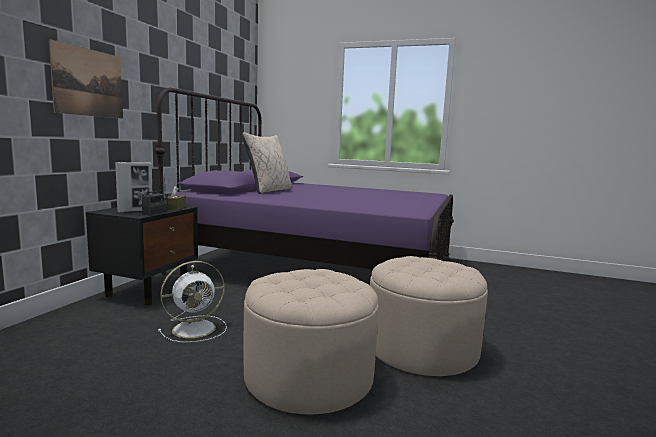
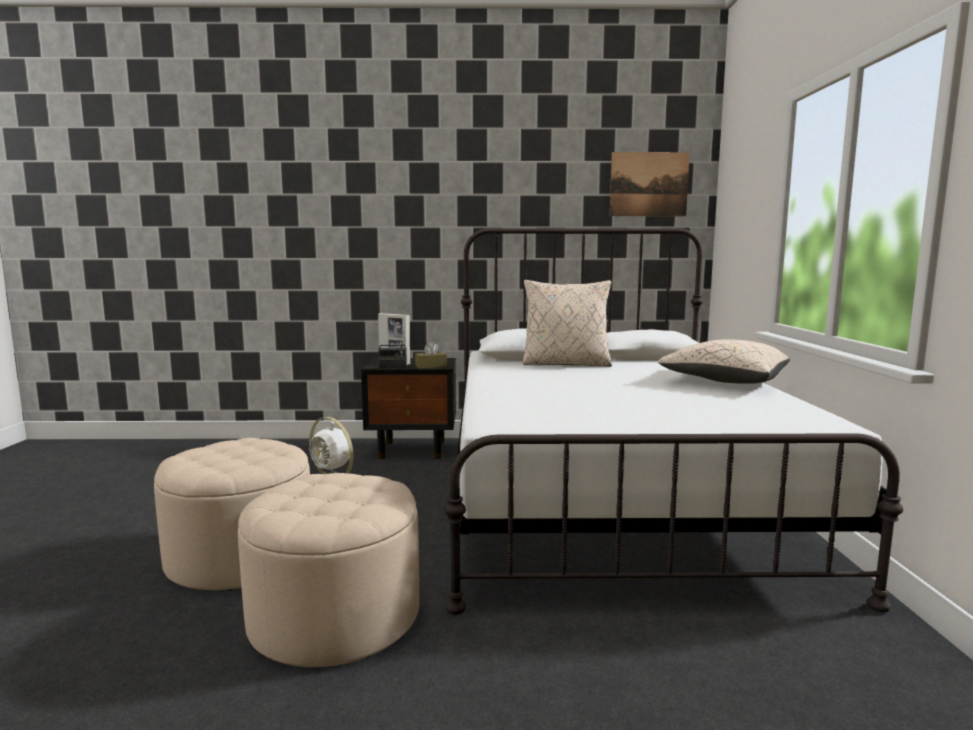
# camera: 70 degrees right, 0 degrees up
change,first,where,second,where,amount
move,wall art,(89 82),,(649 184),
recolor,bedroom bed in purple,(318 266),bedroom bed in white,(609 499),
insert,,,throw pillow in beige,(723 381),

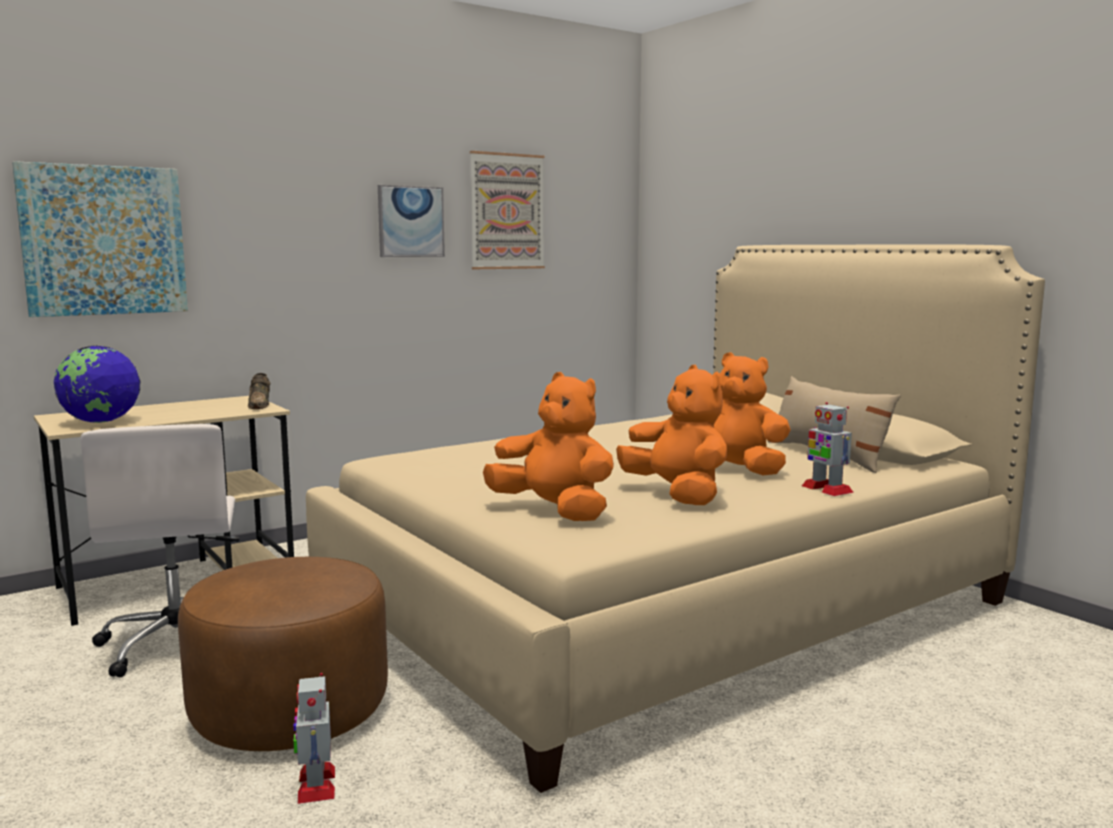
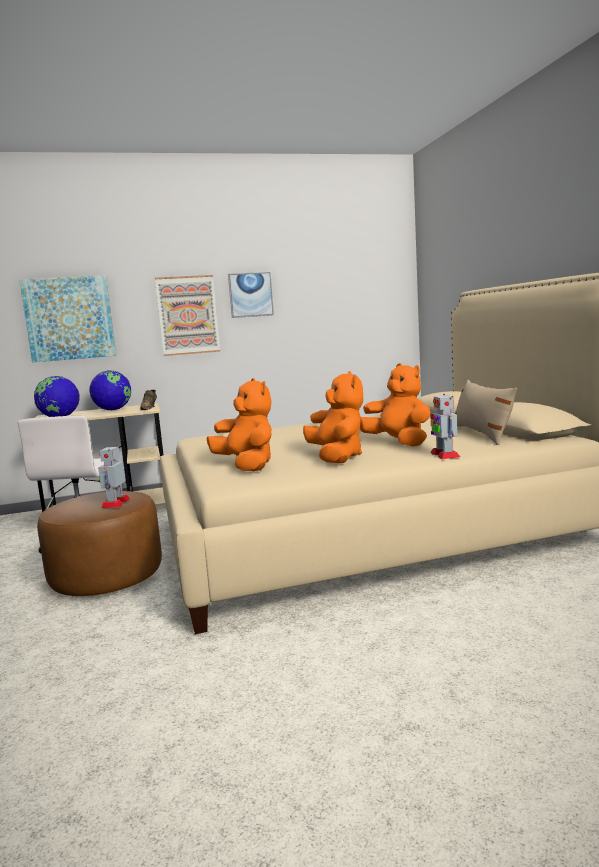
# camera: 20 degrees right, 0 degrees up
change,first,where,second,where,amount
move,model robot,(316 784),,(116 503),
move,wall art,(507 211),,(188 315),
insert,,,world globe,(113 410),

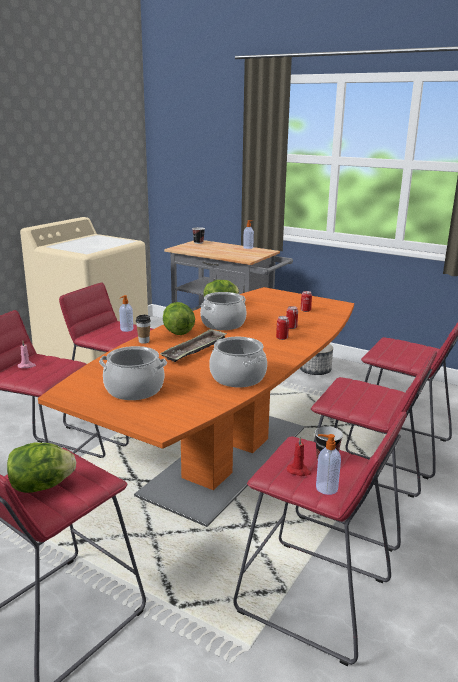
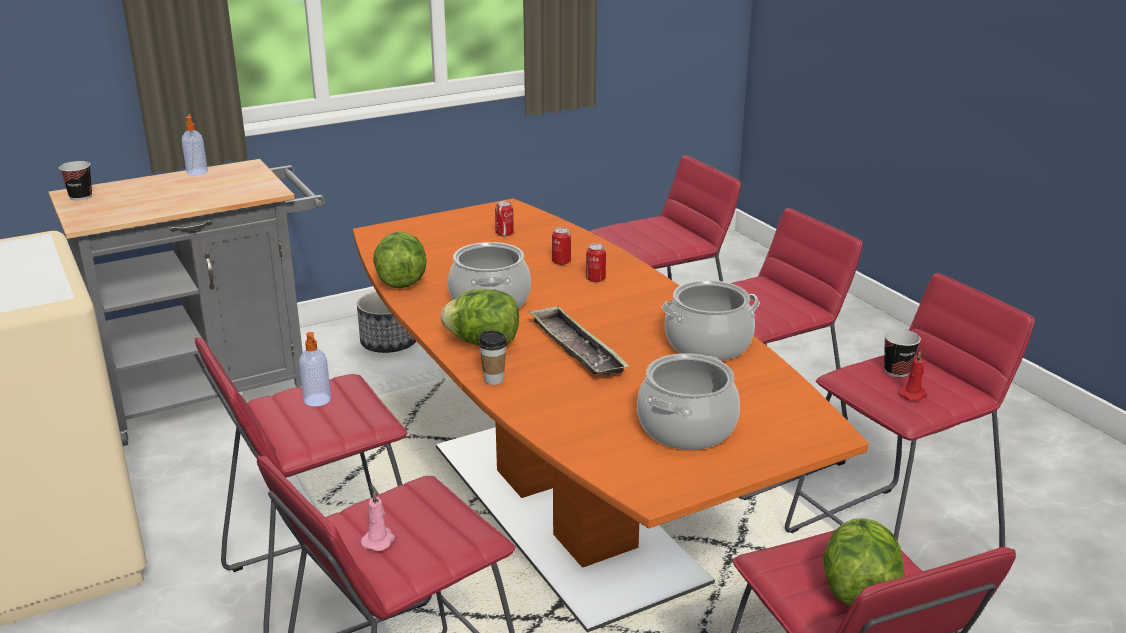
# camera: 60 degrees left, 5 degrees up
change,first,where,second,where,amount
delete,soap dispenser,(325 488),,,

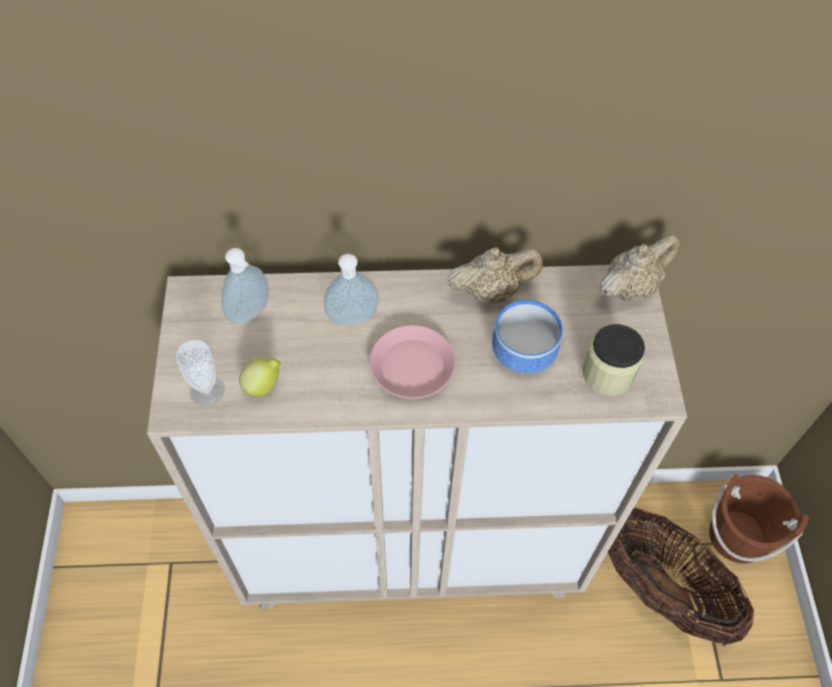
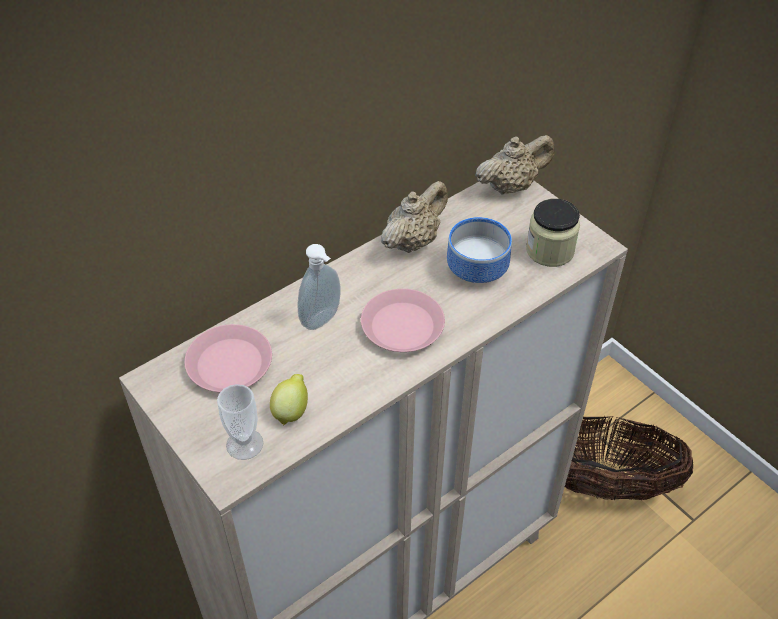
# camera: 35 degrees left, 10 degrees down
change,first,where,second,where,amount
replace,soap dispenser,(251 315),flat dish in pinkish,(229 364),
rotate,tea pot in beige,(631 287),,(511 186),45 degrees clockwise
delete,pail in brown-coloured,(737 535),,,

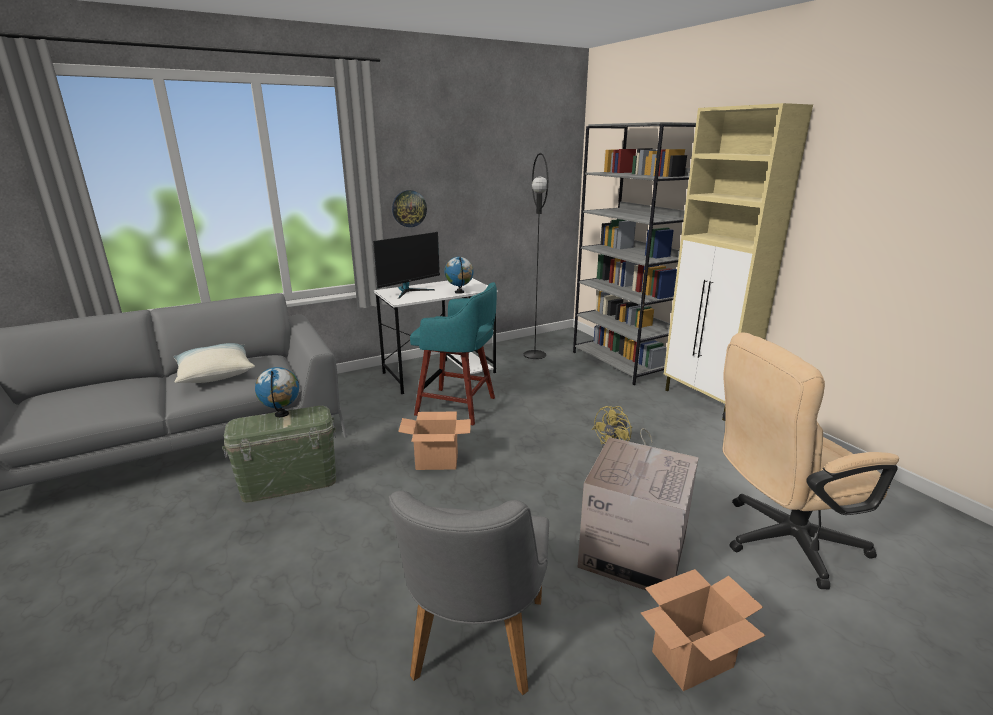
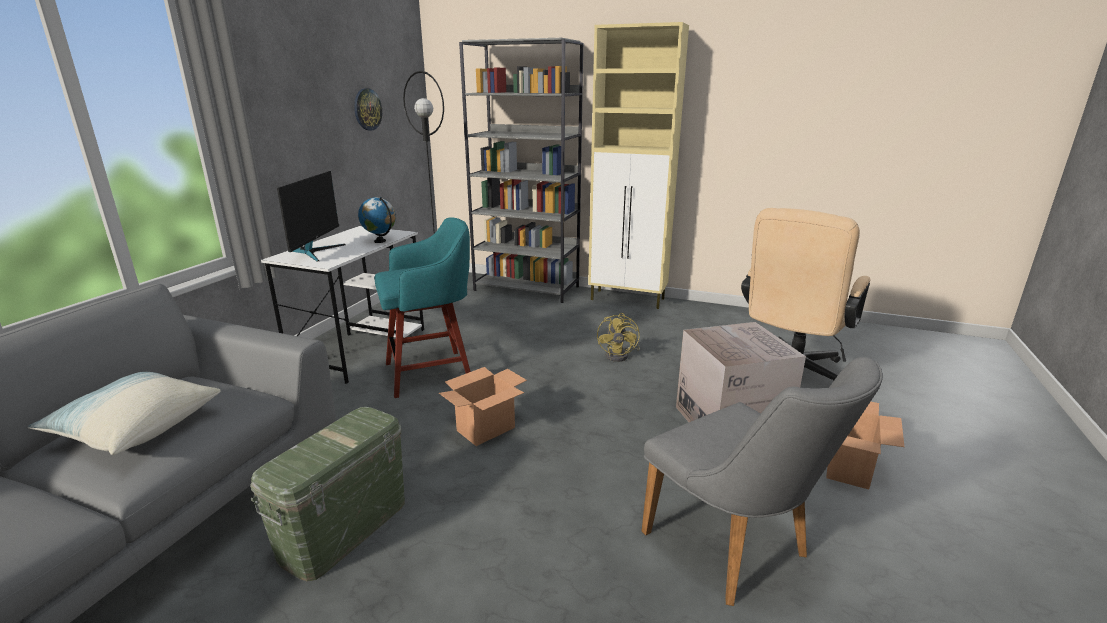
# camera: 40 degrees left, 0 degrees up
change,first,where,second,where,amount
delete,world globe,(282 414),,,
move,wall clock,(409 208),,(367 109),

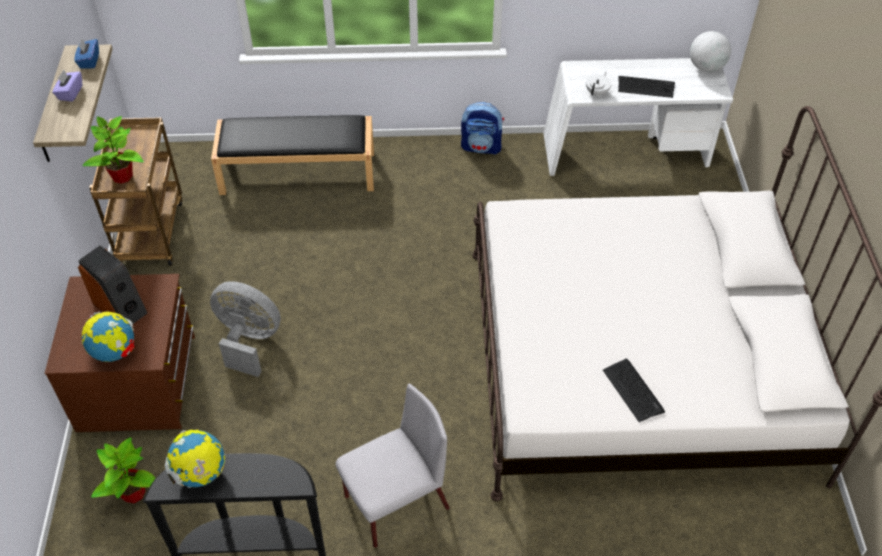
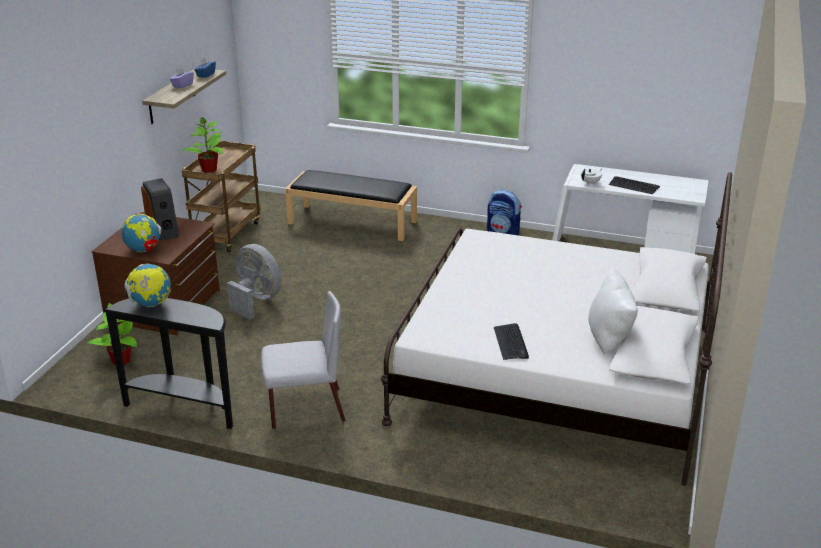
# camera: 20 degrees right, 20 degrees down
change,first,where,second,where,amount
delete,world globe,(706 67),,,
insert,,,throw pillow in white,(610 340),

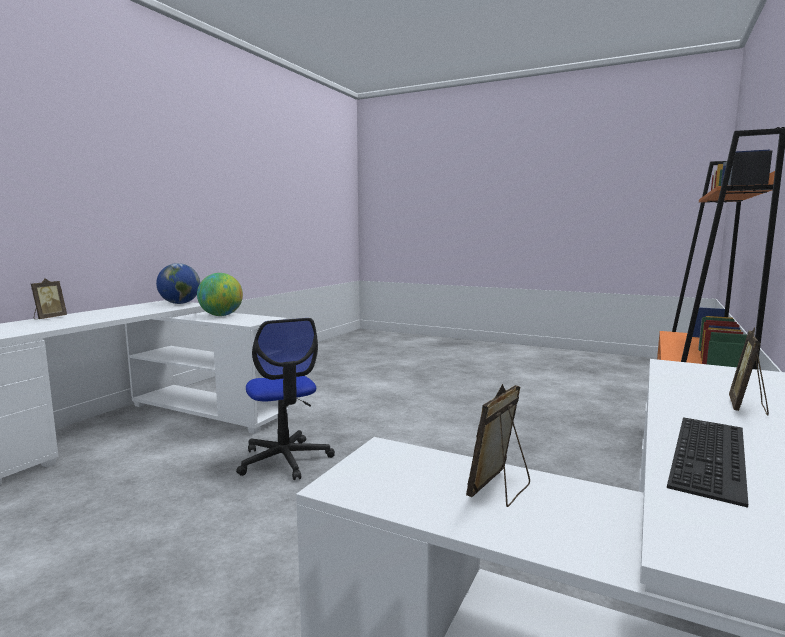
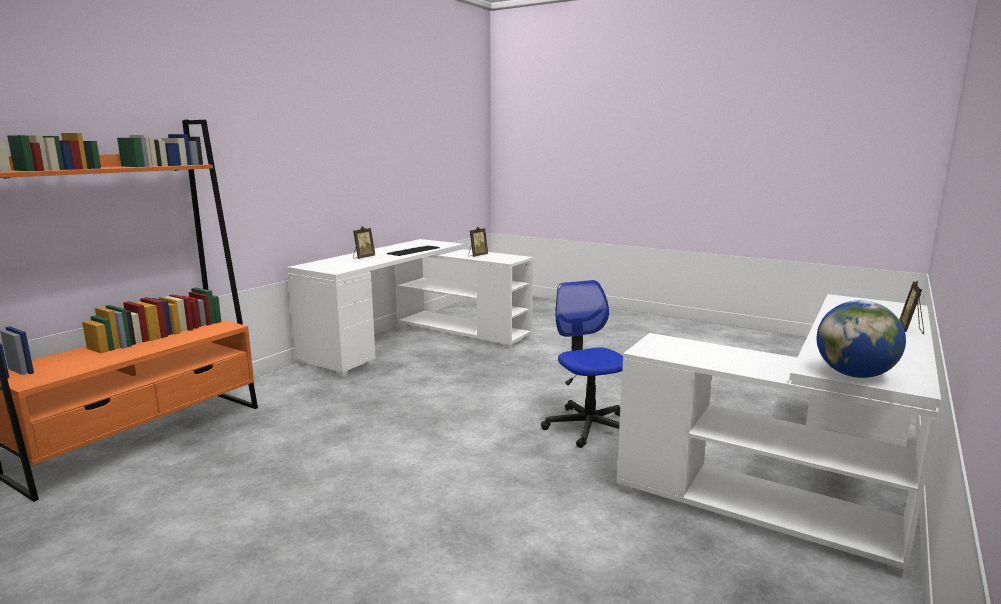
# camera: 175 degrees left, 5 degrees up
change,first,where,second,where,amount
delete,world globe,(221 315),,,

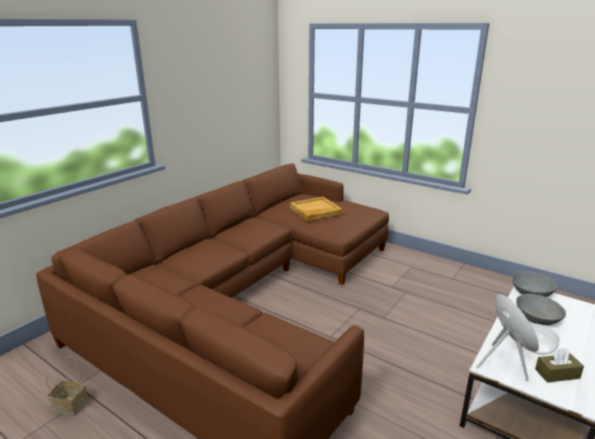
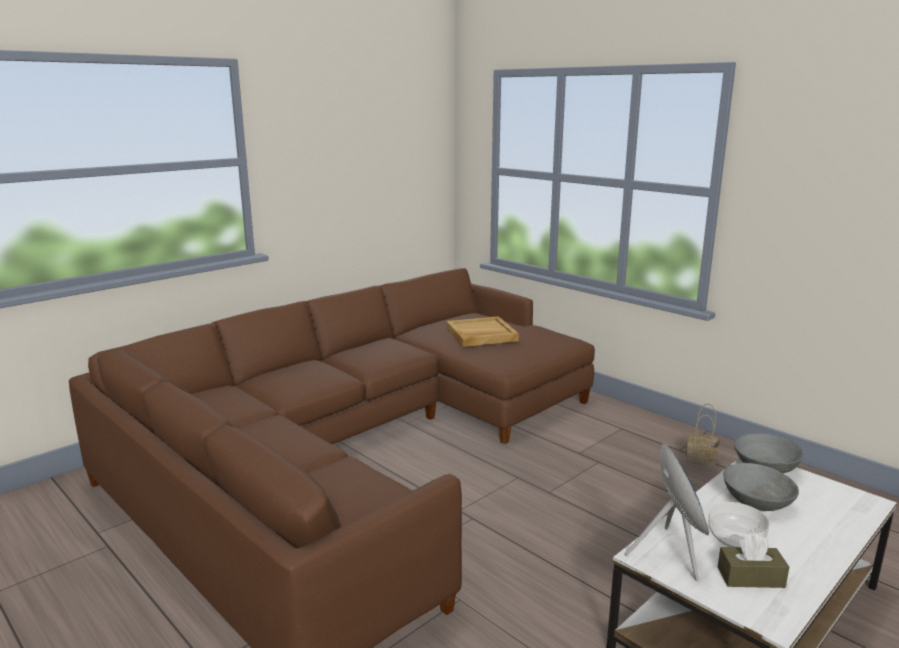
# camera: 10 degrees right, 5 degrees down
change,first,where,second,where,amount
move,basket,(71 405),,(702 459),

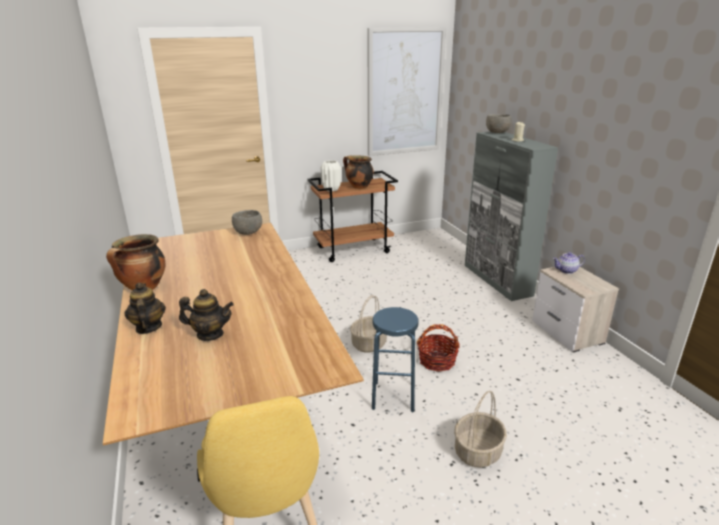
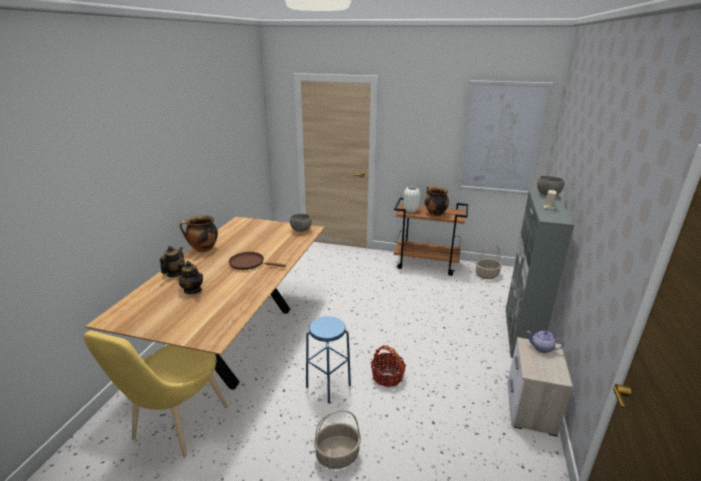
# camera: 35 degrees right, 0 degrees up
change,first,where,second,where,amount
move,basket,(369 344),,(487 275),
insert,,,skillet in brown-coloured,(249 263),

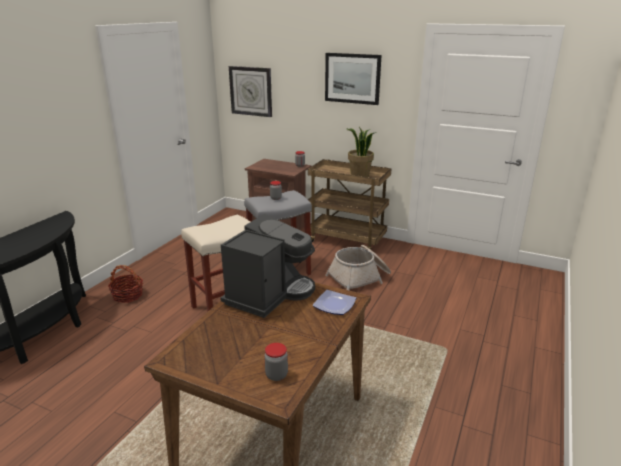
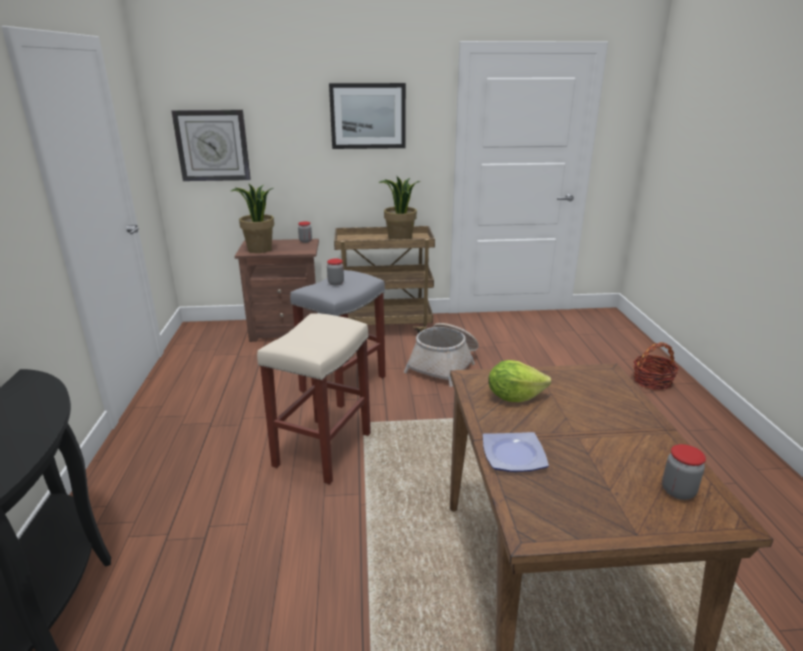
# camera: 30 degrees left, 0 degrees up
change,first,where,second,where,amount
move,basket,(128 296),,(652 381),
replace,coffee brewer,(269 294),lettuce,(514 396),
move,flat dish,(333 305),,(512 456),
insert,,,plant in a pot,(259 250),

